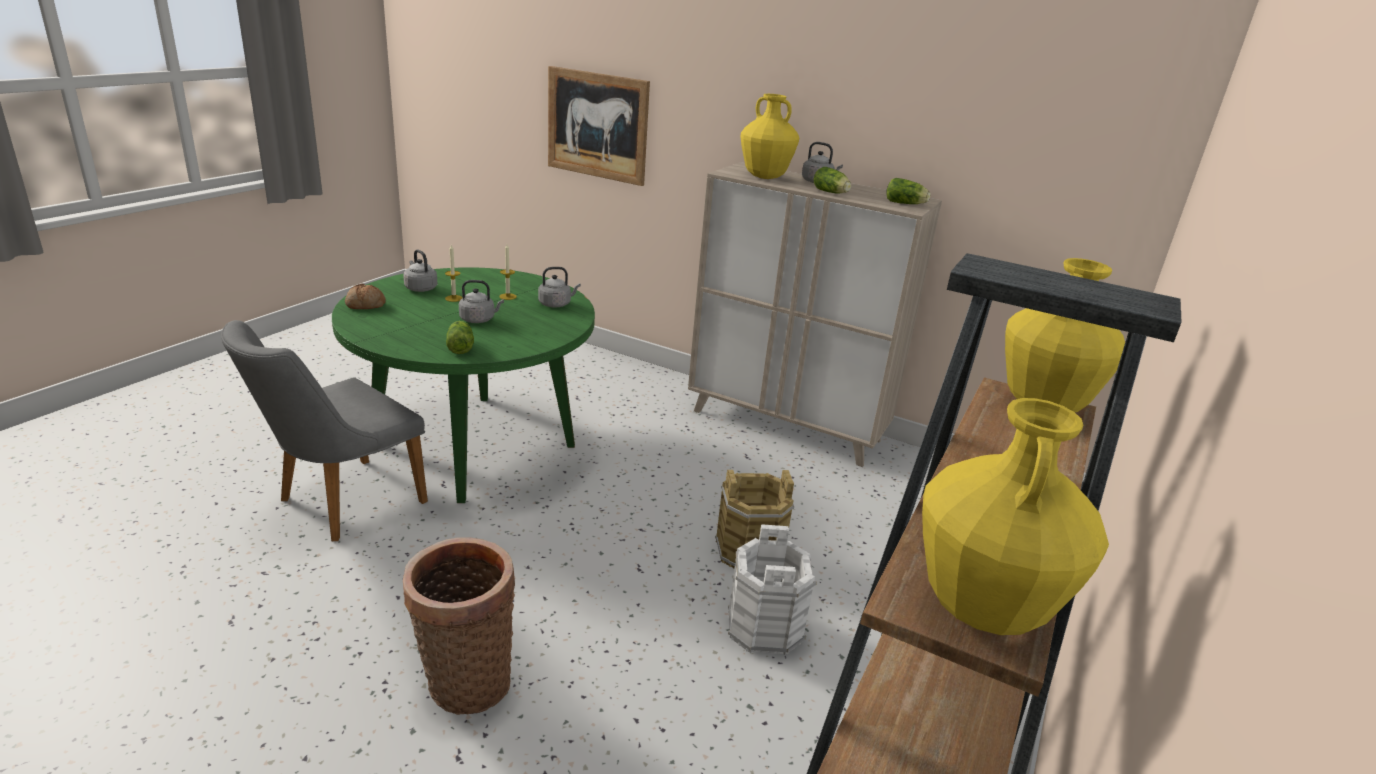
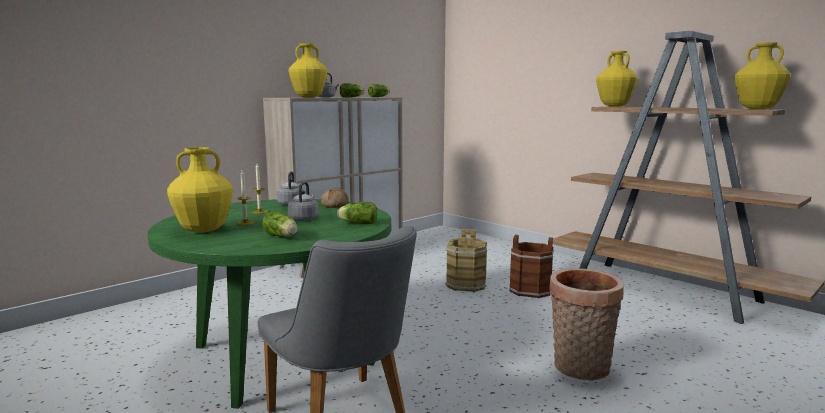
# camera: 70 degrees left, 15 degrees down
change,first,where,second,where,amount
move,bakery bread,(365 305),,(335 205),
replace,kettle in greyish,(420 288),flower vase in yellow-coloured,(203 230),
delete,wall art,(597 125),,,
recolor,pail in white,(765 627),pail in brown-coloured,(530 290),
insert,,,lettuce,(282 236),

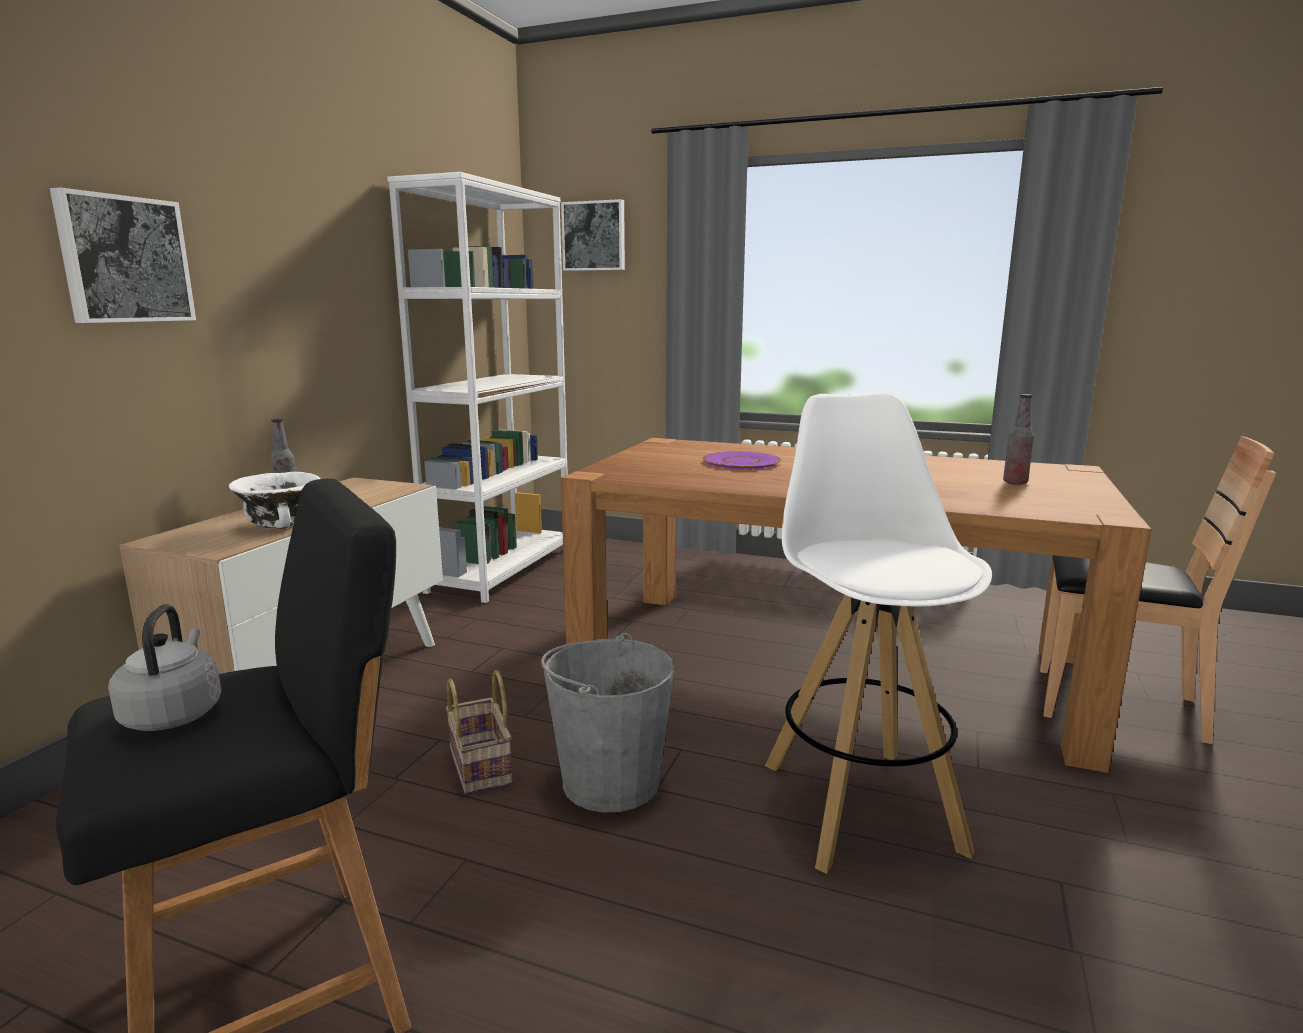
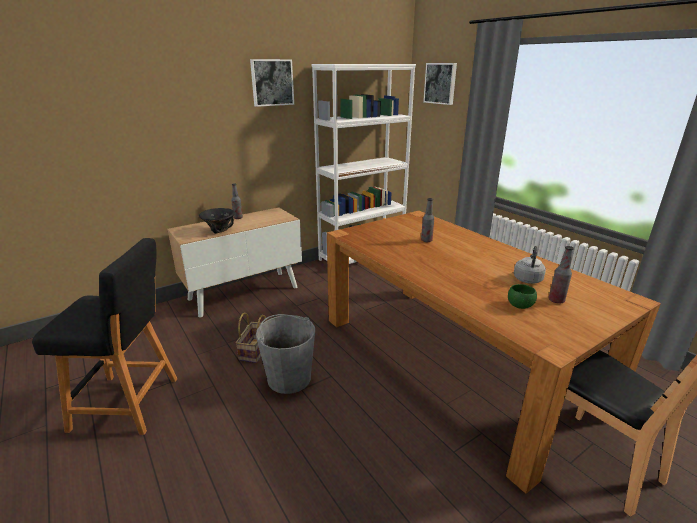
# camera: 35 degrees right, 10 degrees up
change,first,where,second,where,amount
move,wall art,(124 260),,(272 82),
move,kettle in greyish,(174 713),,(527 279),
recolor,serving bowl in white,(280 524),serving bowl in blackish,(219 230),
replace,flat dish in purple,(740 462),bottle,(426 240),
delete,sitting stool in white,(859 803),,,
insert,,,serving bowl in greenish,(520 305),

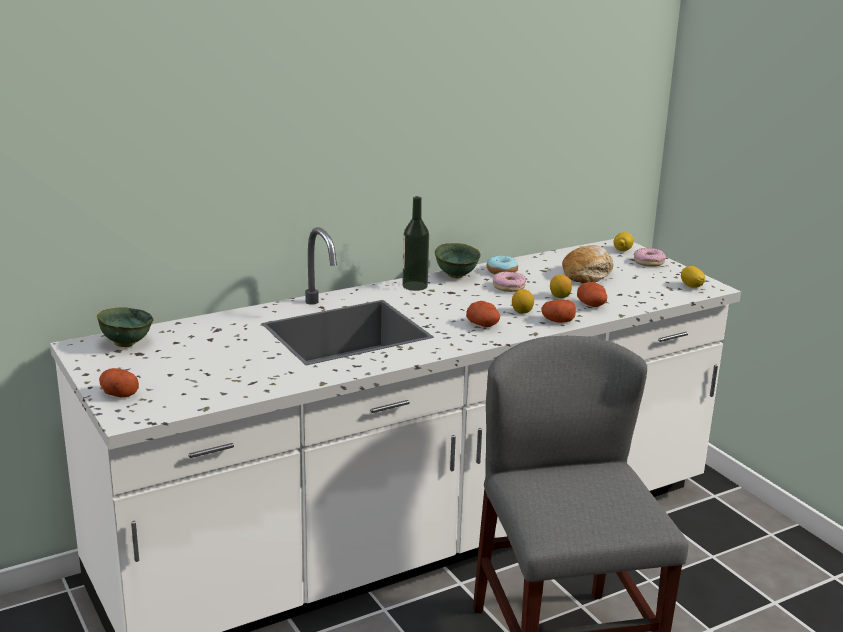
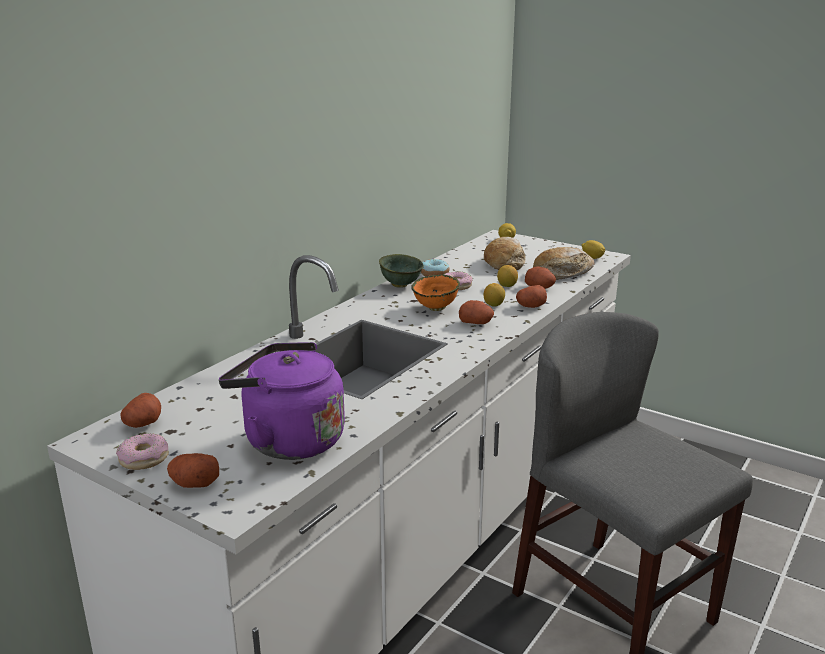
# camera: 25 degrees left, 0 degrees up
change,first,where,second,where,amount
replace,serving bowl in greenish,(126 343),potato,(143 423),
delete,bottle,(415 286),,,
move,ring doughnut,(649 262),,(144 458),
insert,,,kettle in purple,(288 440),
insert,,,serving bowl in orange-coloured,(436 308),
insert,,,bakery bread,(562 273),

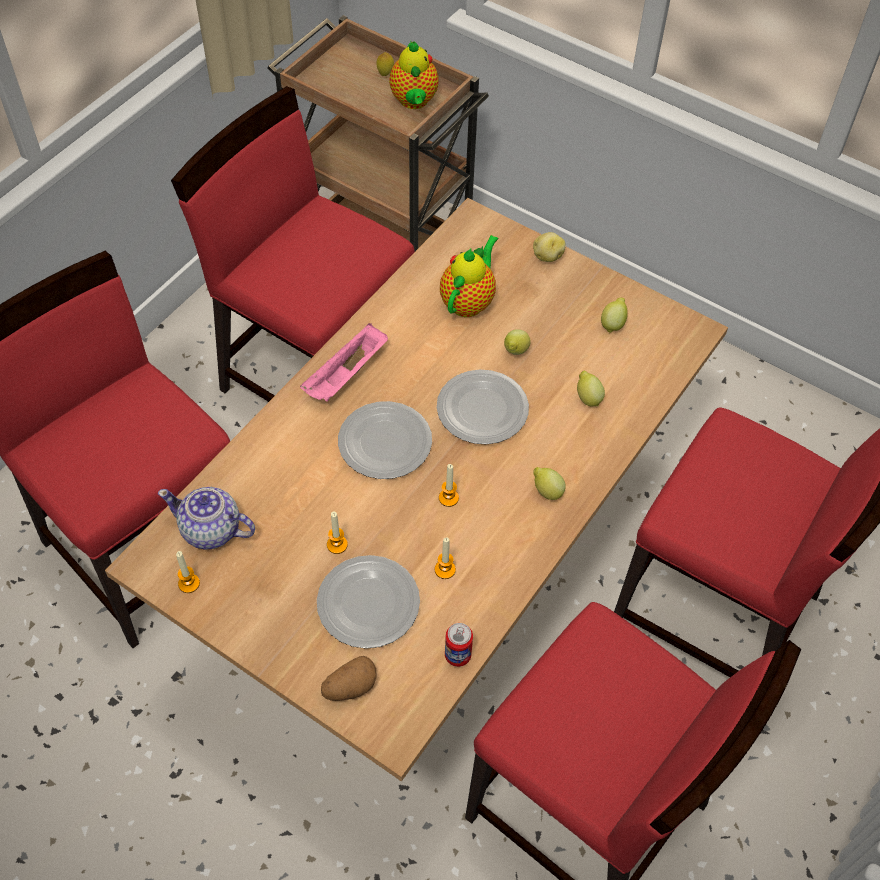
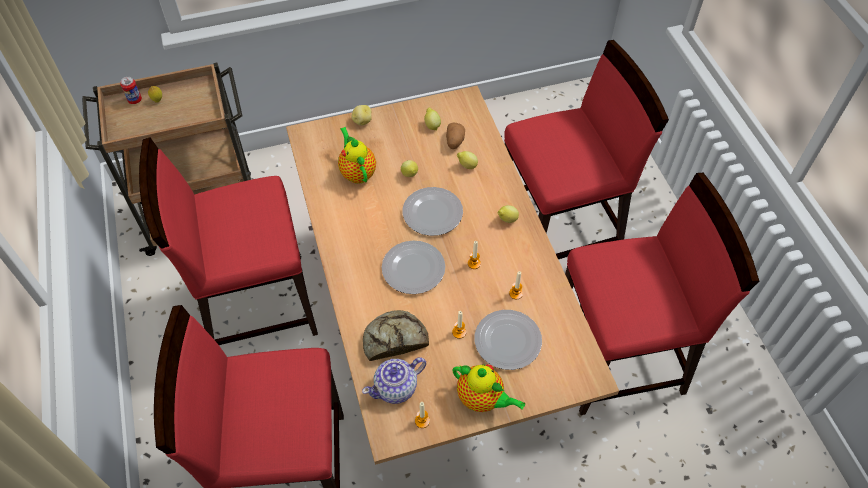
# camera: 50 degrees left, 0 degrees up
change,first,where,second,where,amount
delete,tray in pinkish,(346 375),,,
move,potato,(349 687),,(454 141),
move,tea pot,(414 102),,(482 399),
move,sealed can,(457 655),,(135 100),
insert,,,bakery bread,(394 339),

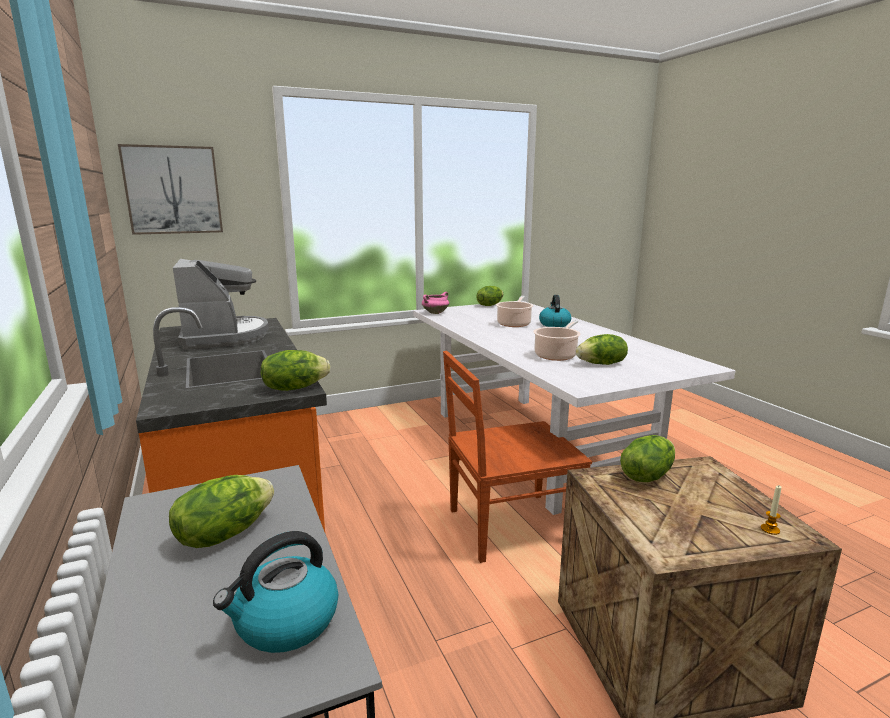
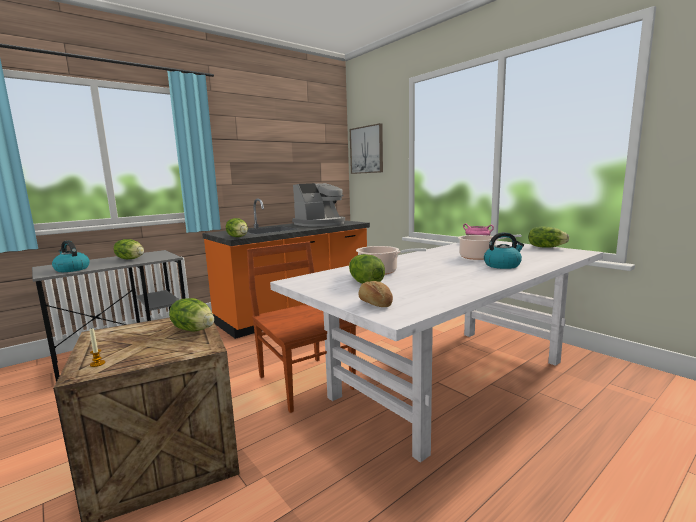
# camera: 75 degrees right, 5 degrees down
change,first,where,second,where,amount
insert,,,bakery bread,(375 304),

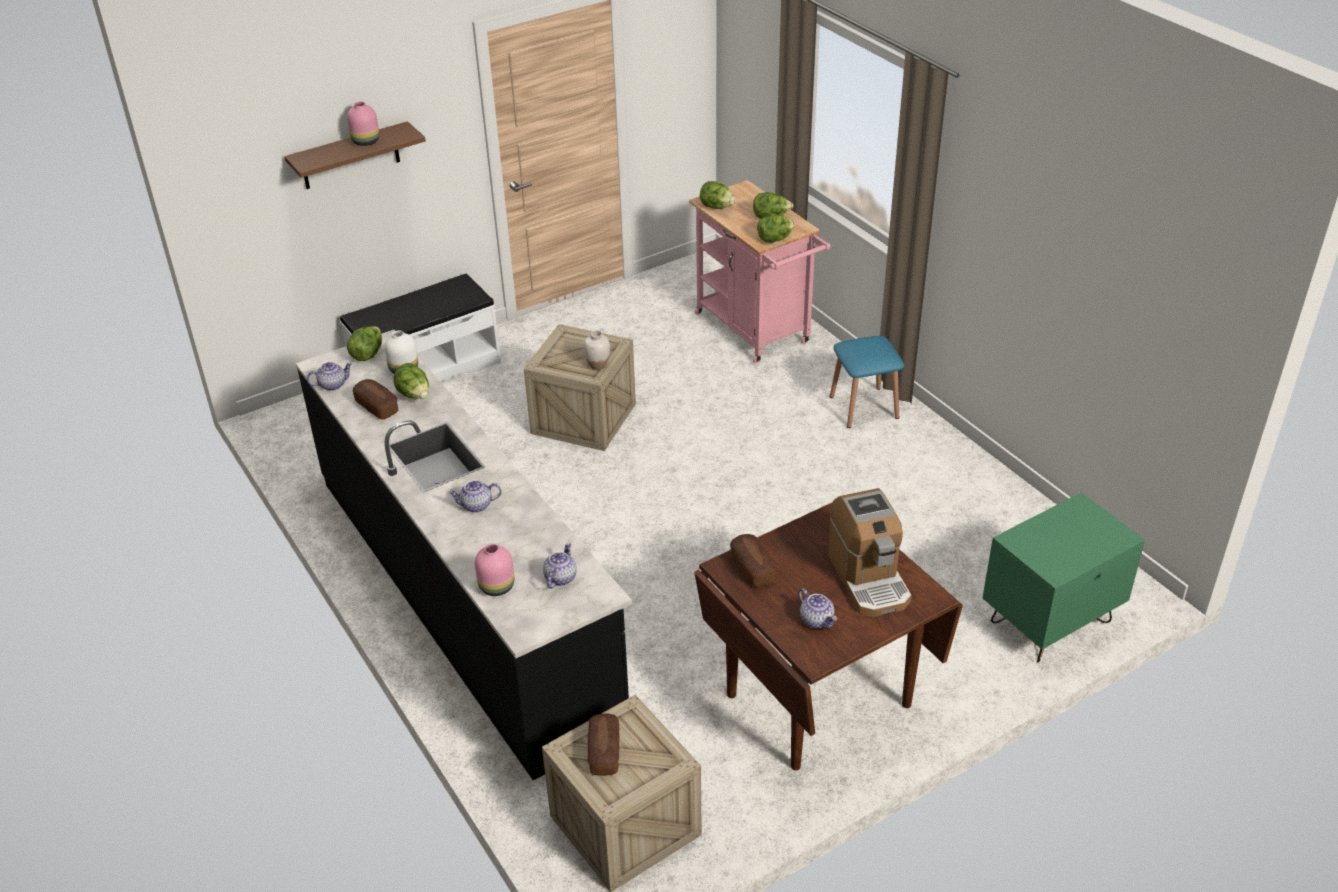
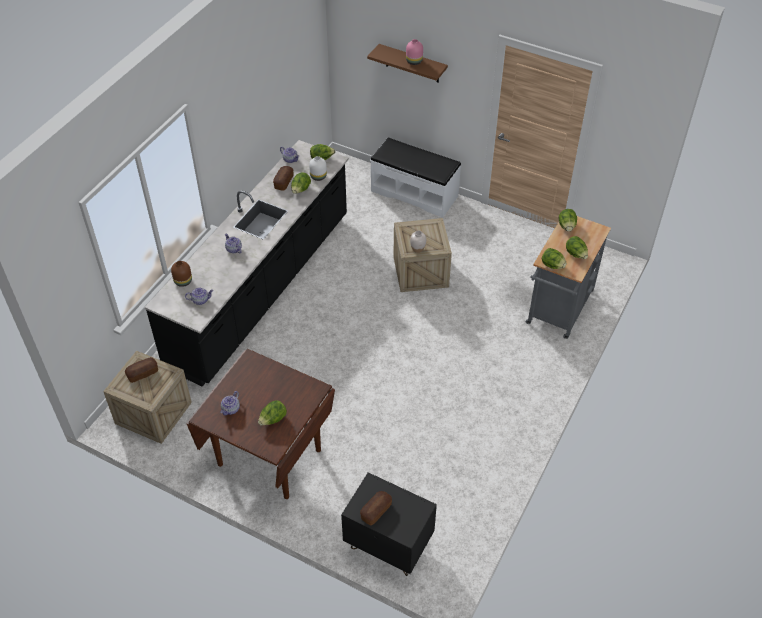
# camera: 60 degrees right, 10 degrees up
change,first,where,second,where,amount
recolor,flower vase in pinkish,(496 586),flower vase in brown-coloured,(183 281),
recolor,wheeled cart in pinkish,(756 332),wheeled cart in greyish,(558 311),
move,bakery bread,(752 568),,(376 511),
replace,coffee brewer,(869 579),lettuce,(273 420),
delete,sitting stool in blue,(864 407),,,
recolor,night table in greenish,(1050 623),night table in blackish,(388 545),

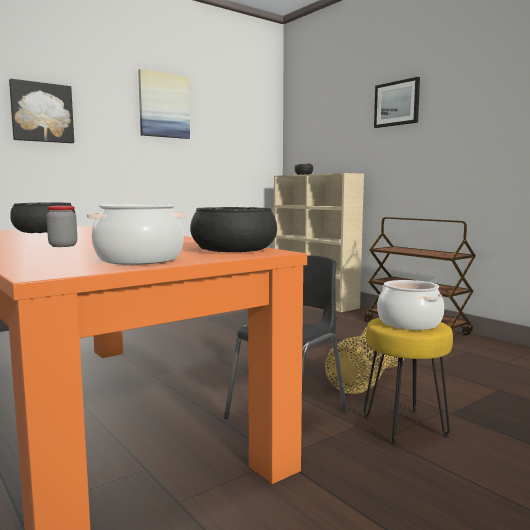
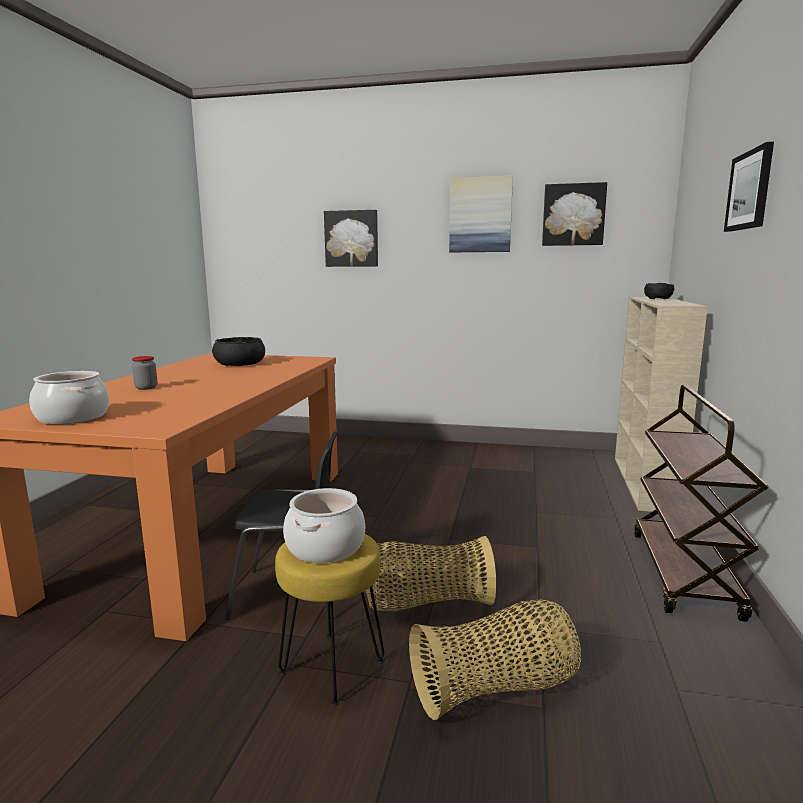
# camera: 50 degrees right, 5 degrees up
change,first,where,second,where,amount
delete,serving bowl in blackish,(234 250),,,
insert,,,basket,(495 689),
insert,,,wall art,(573 215),

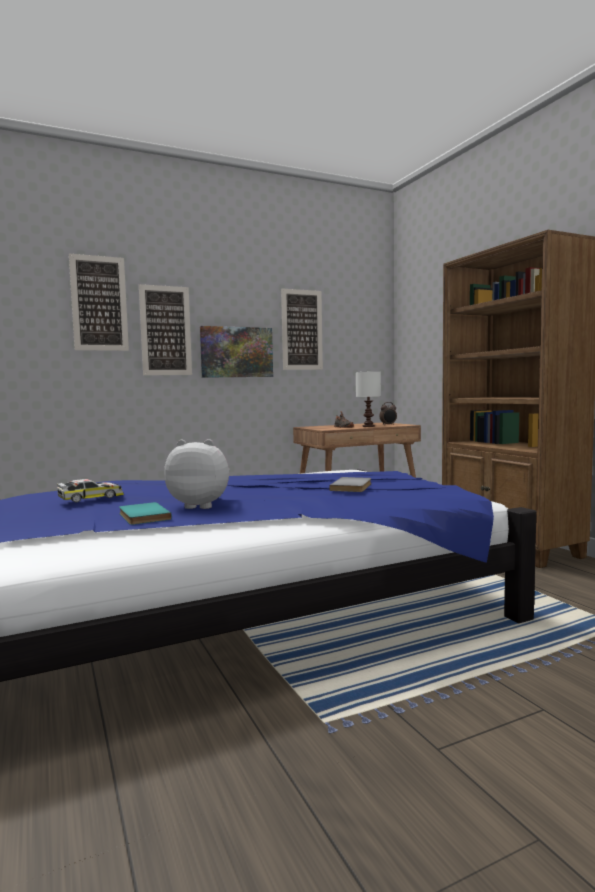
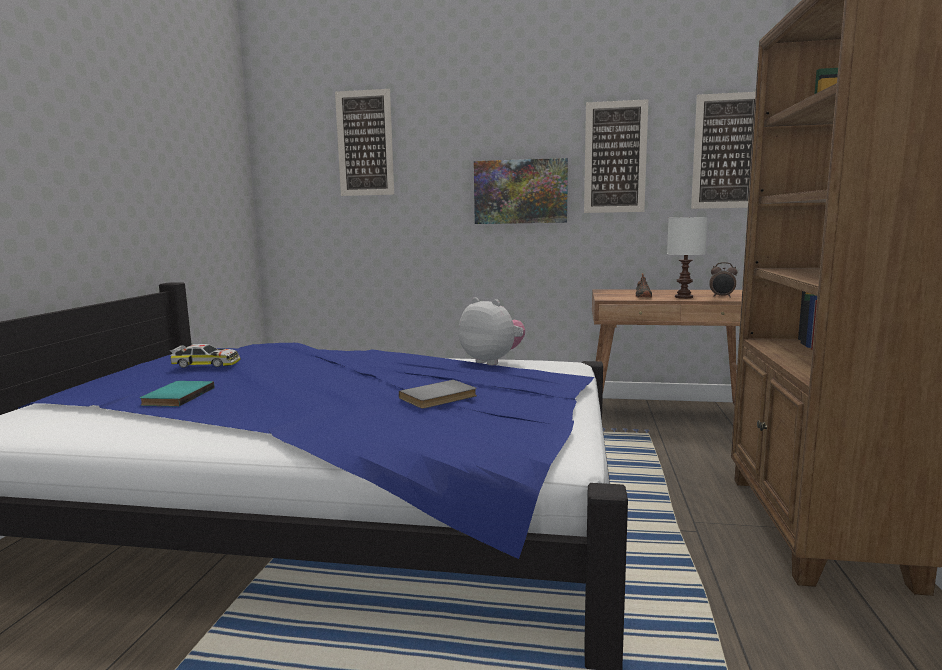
# camera: 35 degrees right, 5 degrees up
change,first,where,second,where,amount
move,wall art,(165 330),,(726 151),
move,cuddly toy,(200 505),,(492 361),

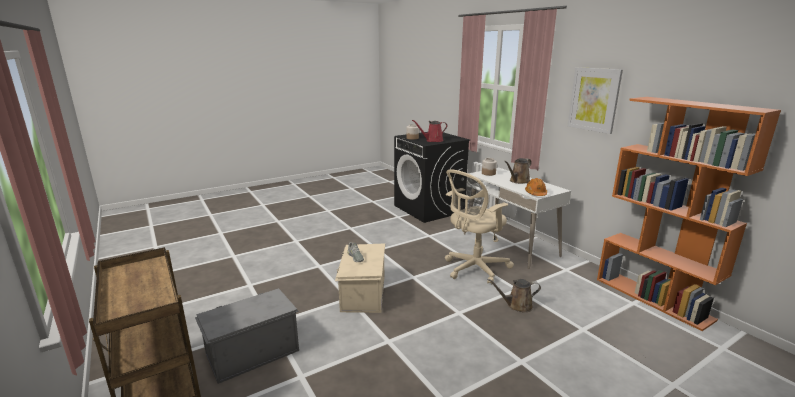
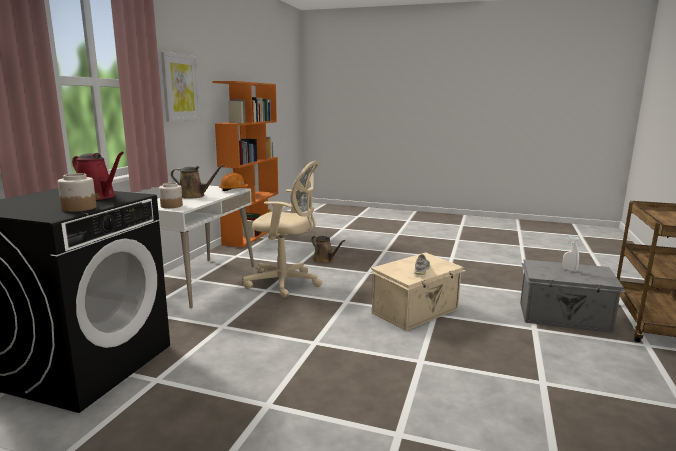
# camera: 130 degrees left, 5 degrees down
change,first,where,second,where,amount
insert,,,spray bottle in white,(569 270),

